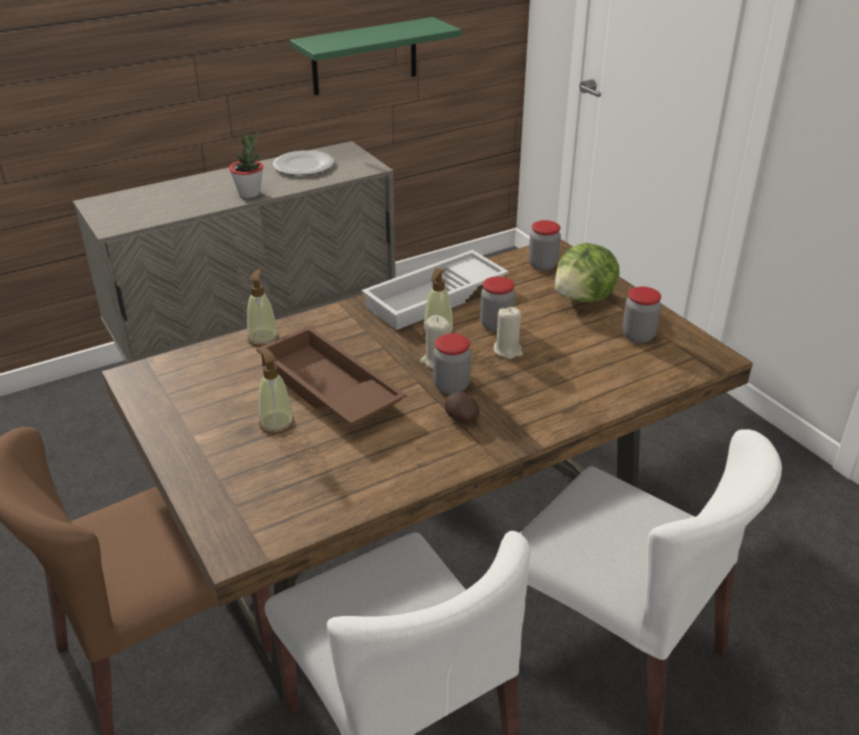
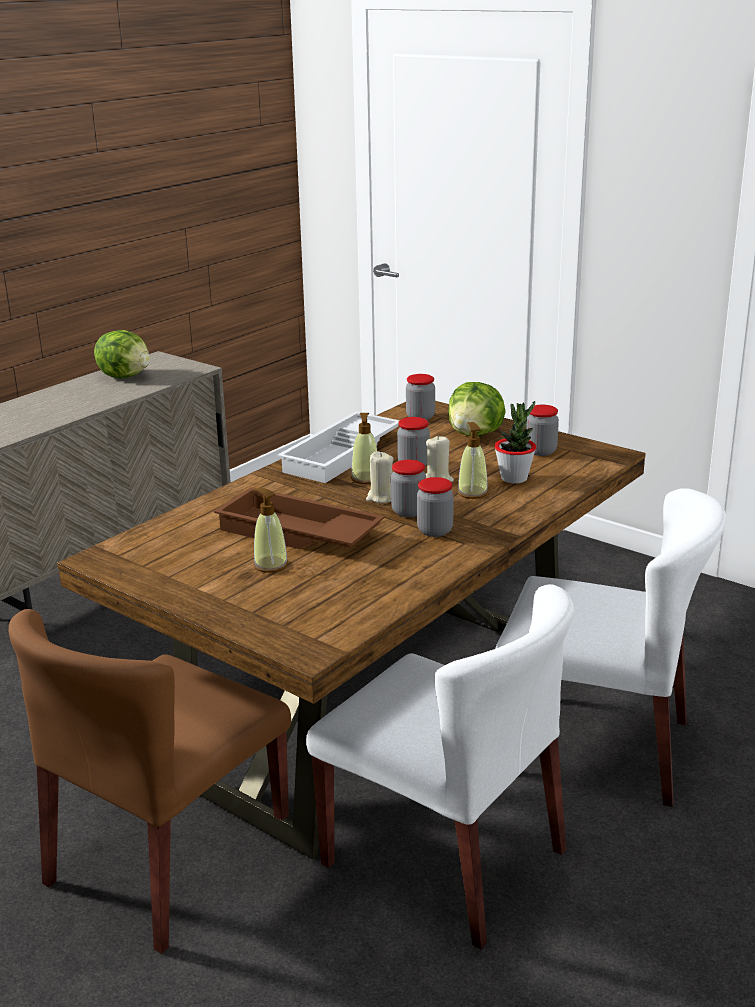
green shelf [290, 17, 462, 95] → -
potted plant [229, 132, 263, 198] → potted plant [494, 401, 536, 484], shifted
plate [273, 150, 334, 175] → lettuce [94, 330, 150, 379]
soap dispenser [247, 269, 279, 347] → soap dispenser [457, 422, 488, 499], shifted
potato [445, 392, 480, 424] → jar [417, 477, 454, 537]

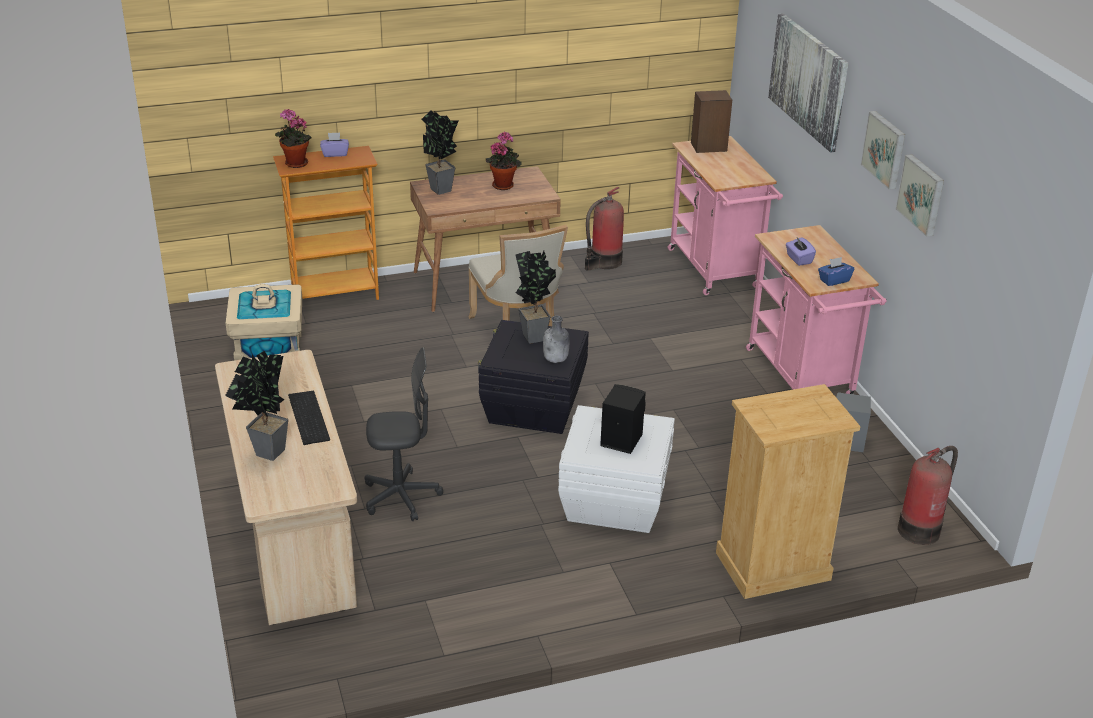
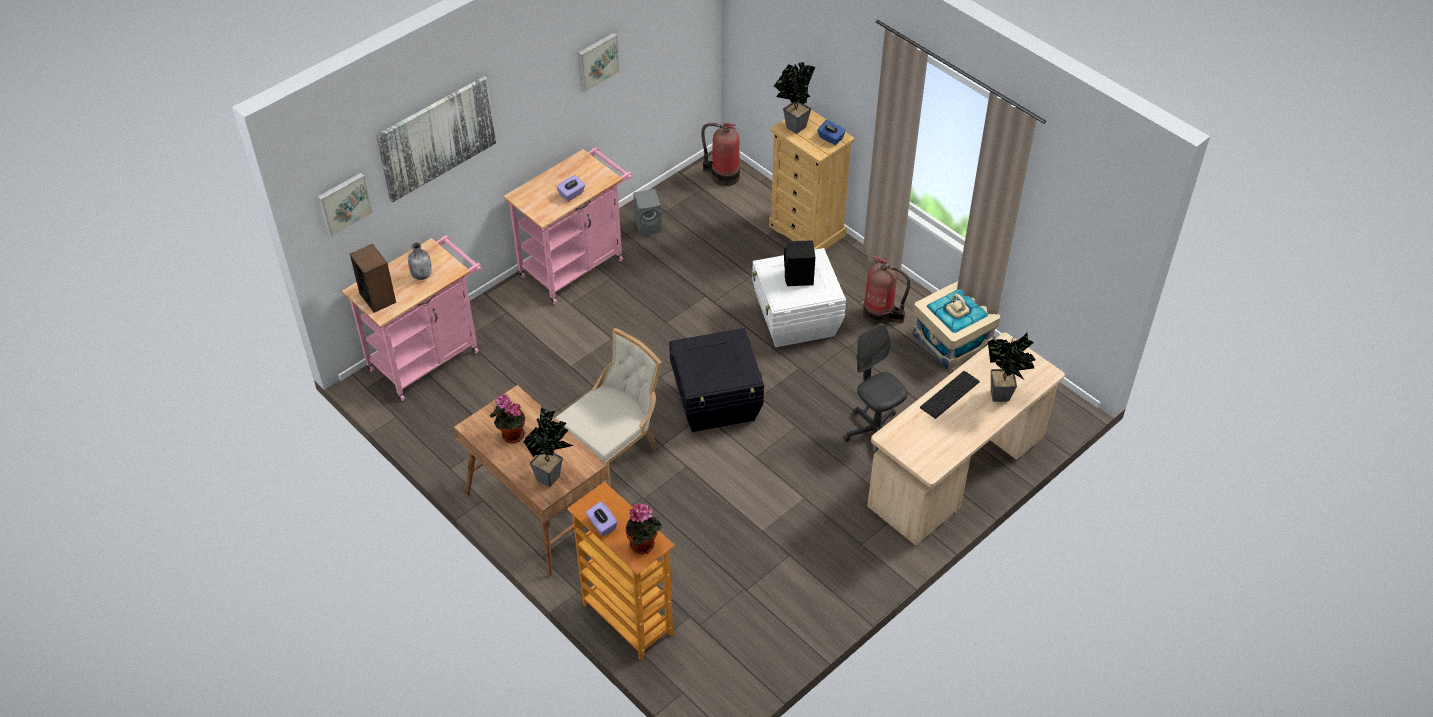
picture [861, 111, 905, 190] → picture [318, 173, 373, 237], shifted
fire extinguisher [585, 187, 624, 271] → fire extinguisher [863, 256, 911, 325], shifted
potted plant [515, 251, 556, 344] → potted plant [774, 62, 815, 134], shifted
blue tissue box [818, 257, 854, 286] → blue tissue box [817, 120, 846, 145], shifted
beige storage box [226, 284, 302, 360] → beige storage box [913, 281, 1000, 370], shifted
grey bottle [543, 316, 569, 363] → grey bottle [408, 242, 432, 280], shifted

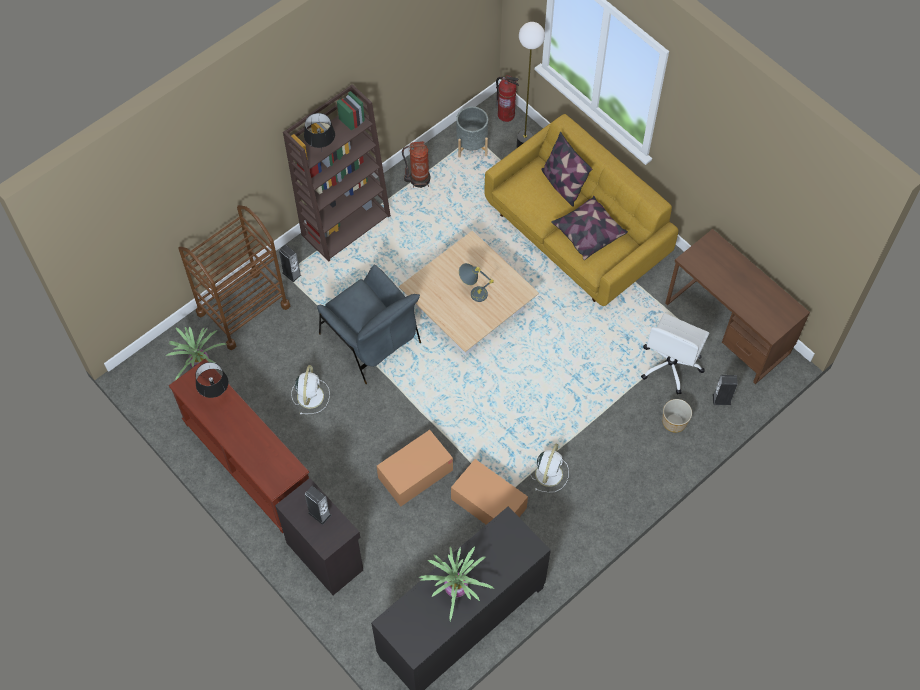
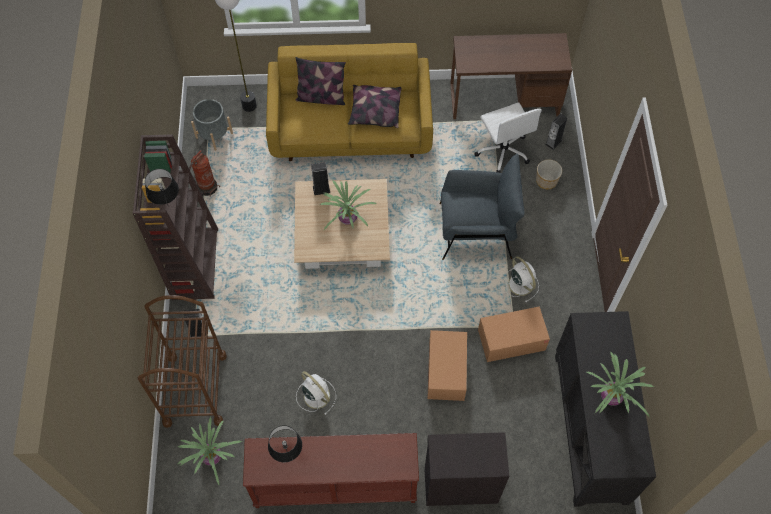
fire extinguisher [496, 75, 519, 122] → -
grey table lamp [459, 263, 494, 302] → potted plant [319, 180, 377, 230]
grey armchair [317, 264, 421, 384] → grey armchair [439, 153, 524, 260], shifted
speaker [305, 486, 331, 525] → speaker [311, 162, 330, 195], shifted

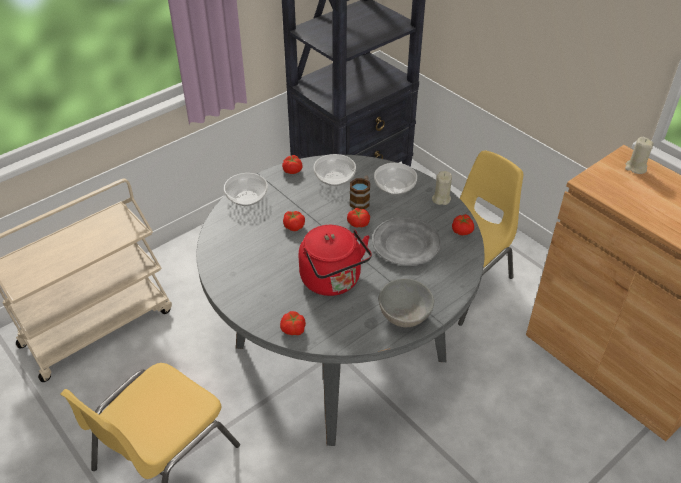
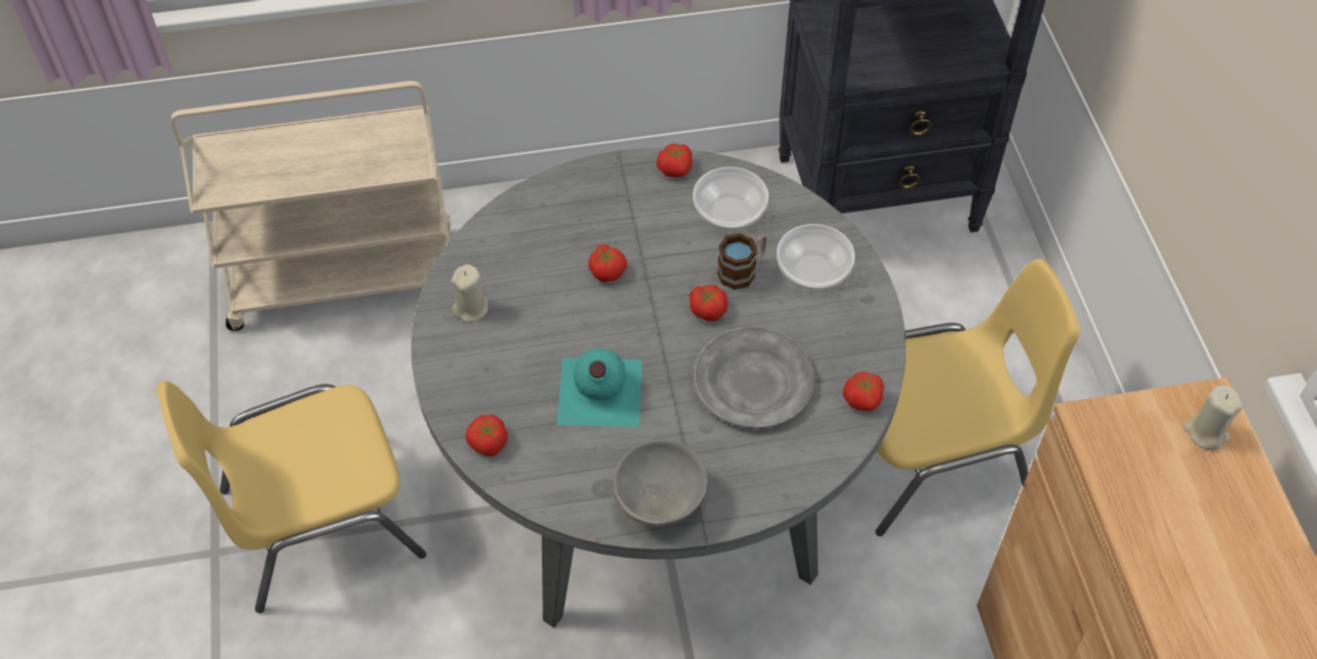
beige candle [432, 171, 452, 205] → beige candle [451, 264, 488, 323], shifted
bowl [224, 173, 268, 206] → -
red kettle [299, 225, 372, 296] → turquoise bottle [557, 348, 642, 427]

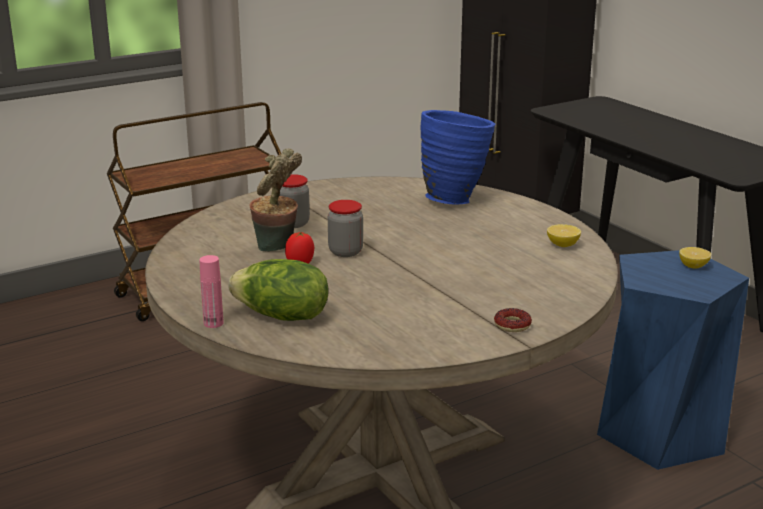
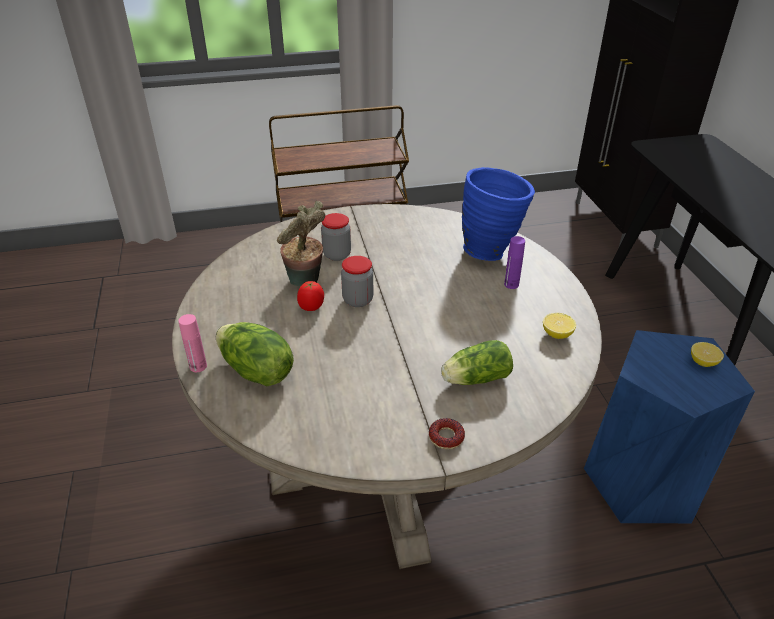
- → purple bottle [504, 236, 525, 289]
- → lettuce [441, 340, 513, 385]

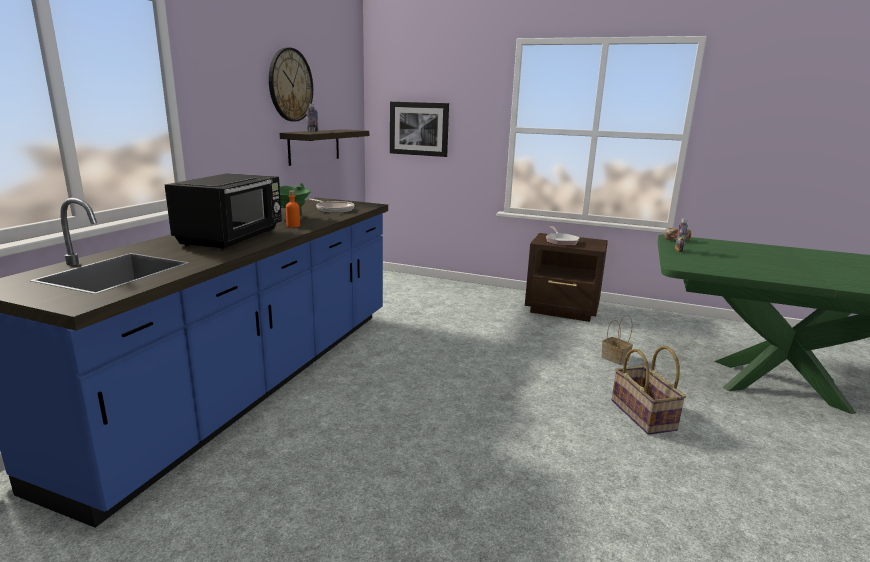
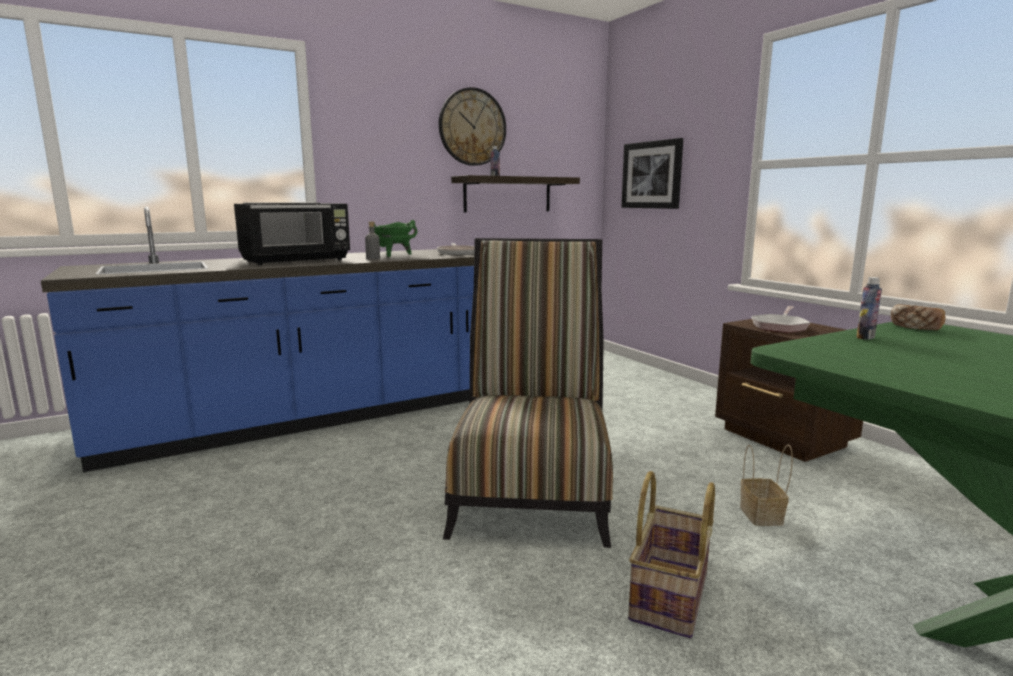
orange bottle [286, 191, 300, 227] → grey bottle [365, 221, 380, 260]
- → chair [443, 238, 613, 548]

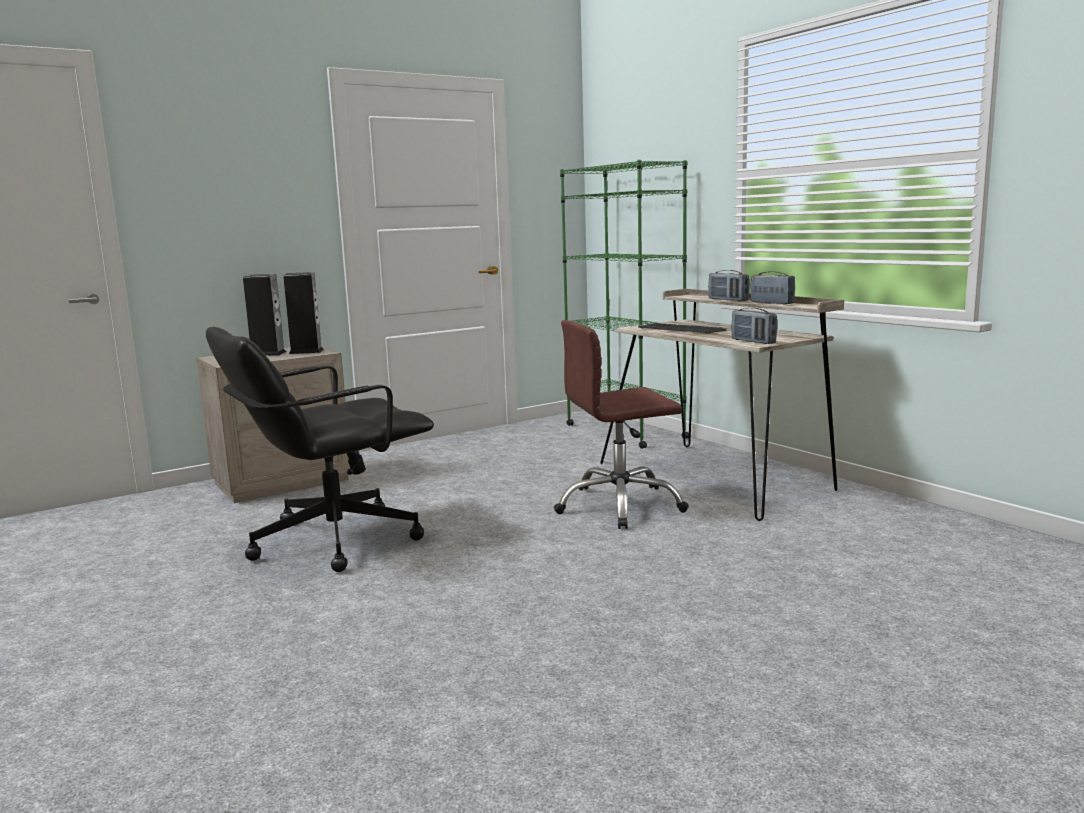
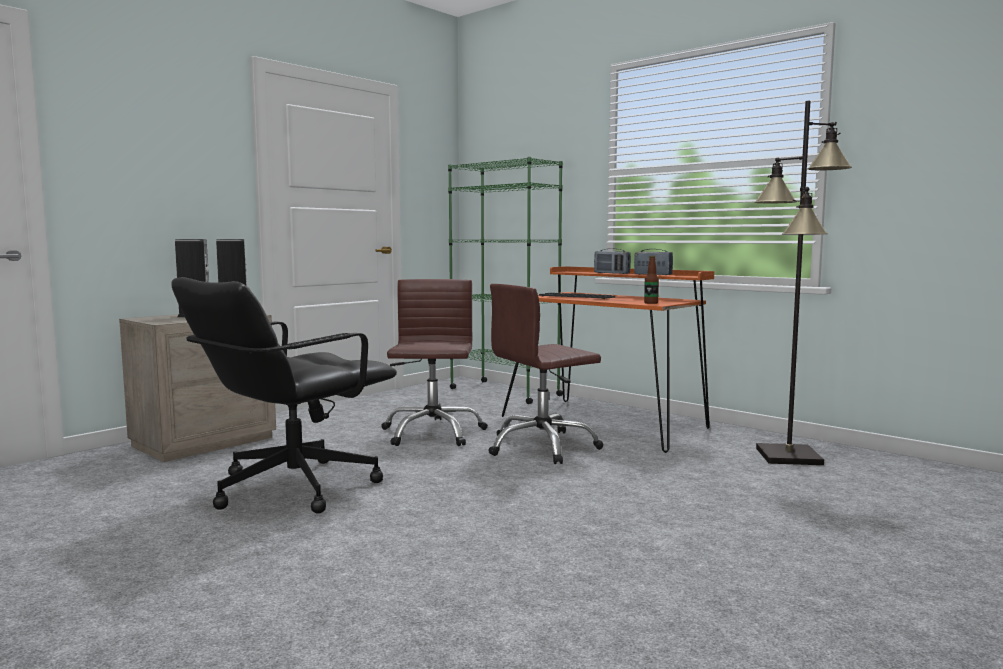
beige desk [600, 289, 844, 521] → orange desk [502, 266, 714, 453]
radio [731, 308, 777, 344] → bottle [644, 256, 659, 304]
- → black floor lamp [754, 100, 852, 465]
- → brown office chair [381, 279, 488, 446]

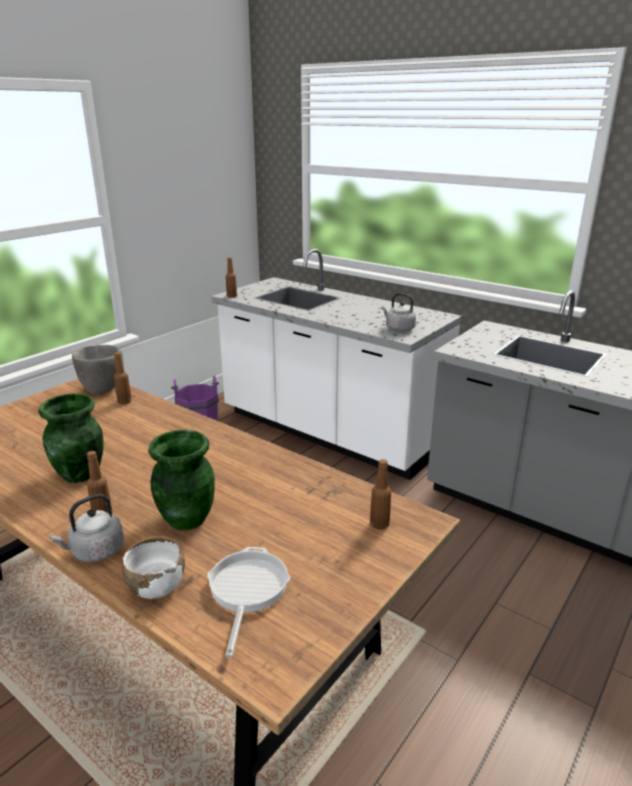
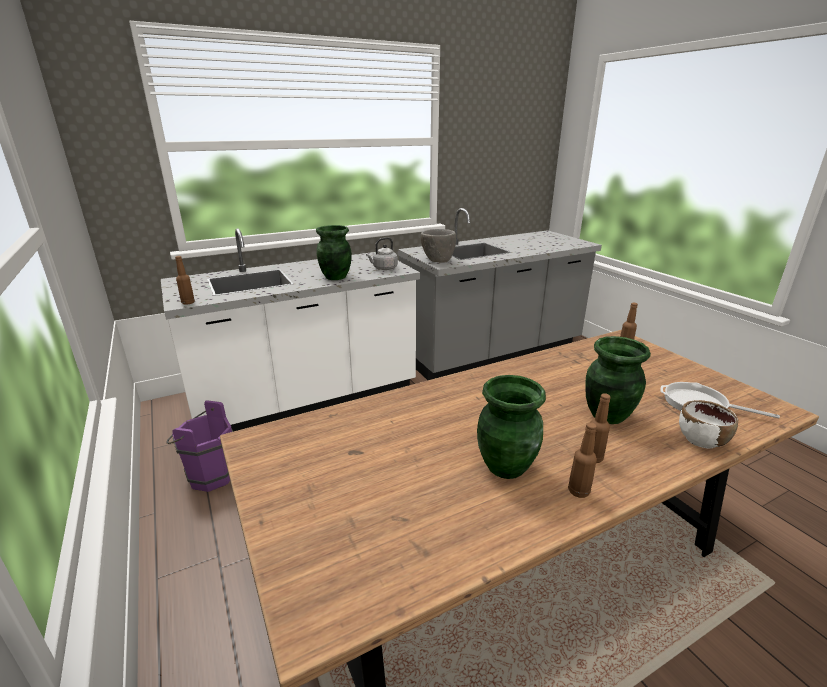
grey bowl [72, 345, 123, 394] → grey bowl [420, 229, 456, 263], shifted
brown bottle [114, 352, 132, 404] → brown bottle [568, 422, 597, 498], shifted
grey kettle [50, 494, 124, 562] → -
- → green vase [316, 225, 352, 280]

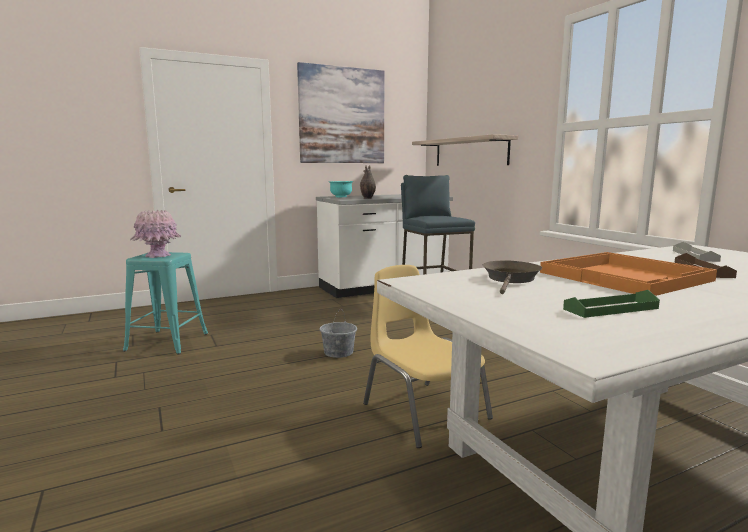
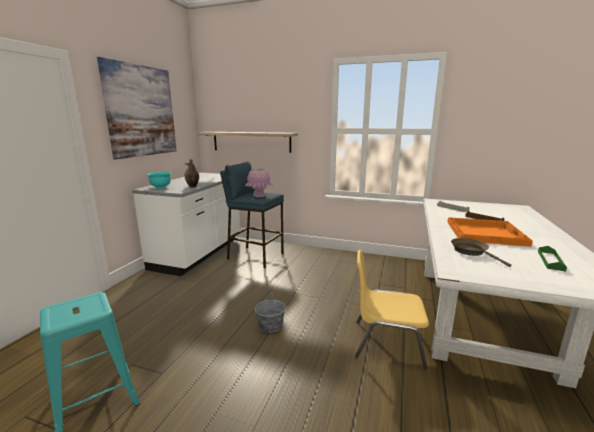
pink vase [130, 210, 182, 258] → pink vase [245, 168, 273, 197], shifted

